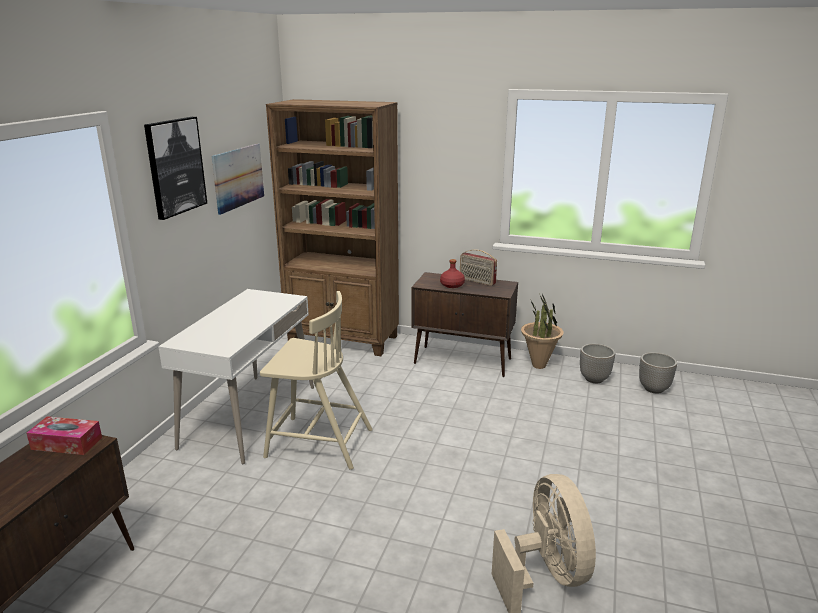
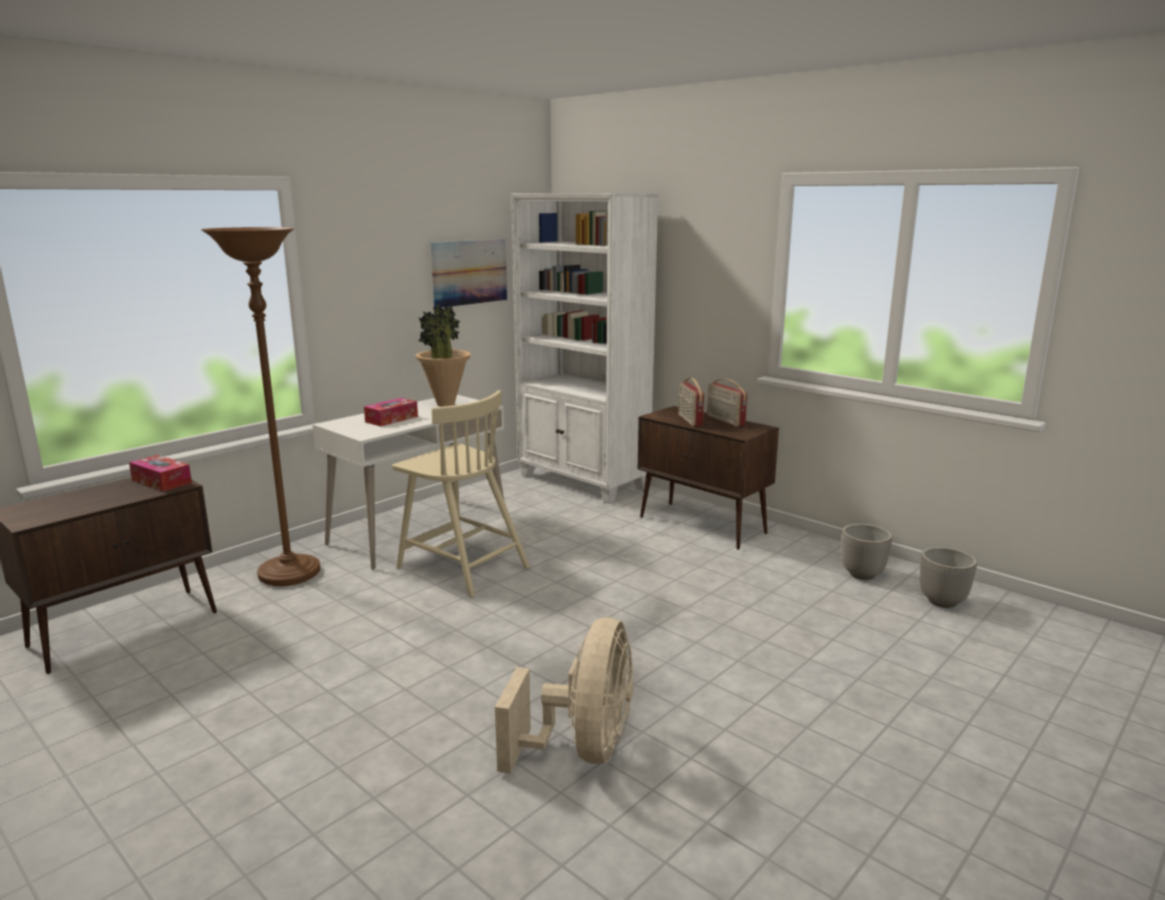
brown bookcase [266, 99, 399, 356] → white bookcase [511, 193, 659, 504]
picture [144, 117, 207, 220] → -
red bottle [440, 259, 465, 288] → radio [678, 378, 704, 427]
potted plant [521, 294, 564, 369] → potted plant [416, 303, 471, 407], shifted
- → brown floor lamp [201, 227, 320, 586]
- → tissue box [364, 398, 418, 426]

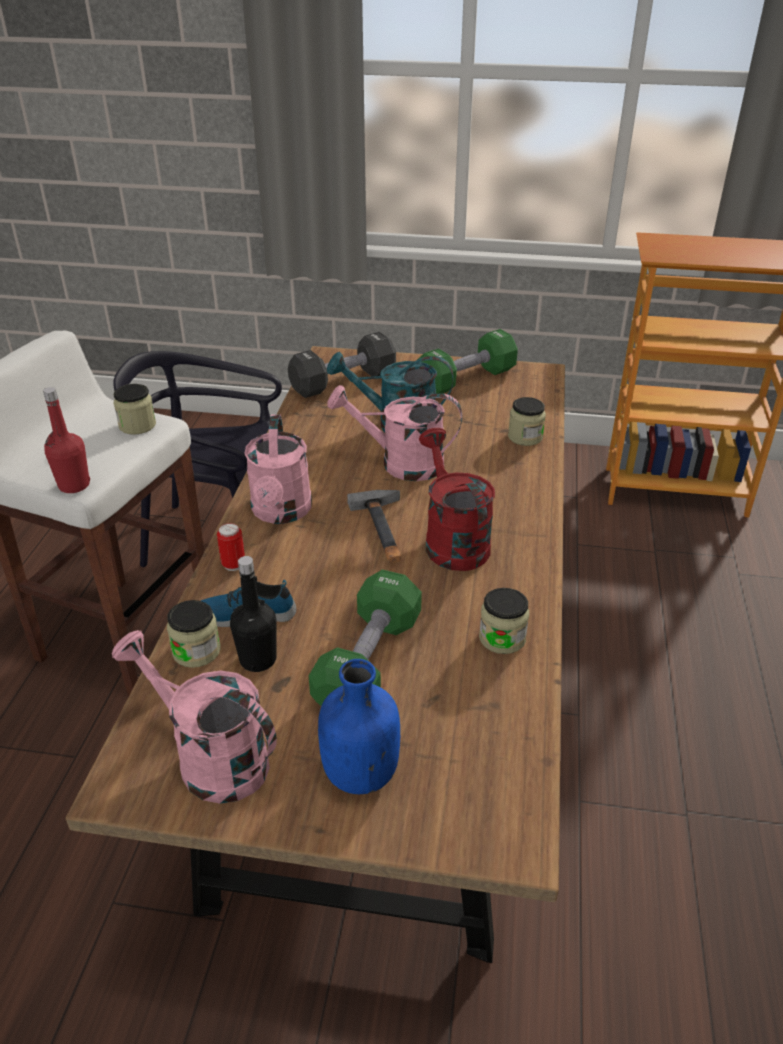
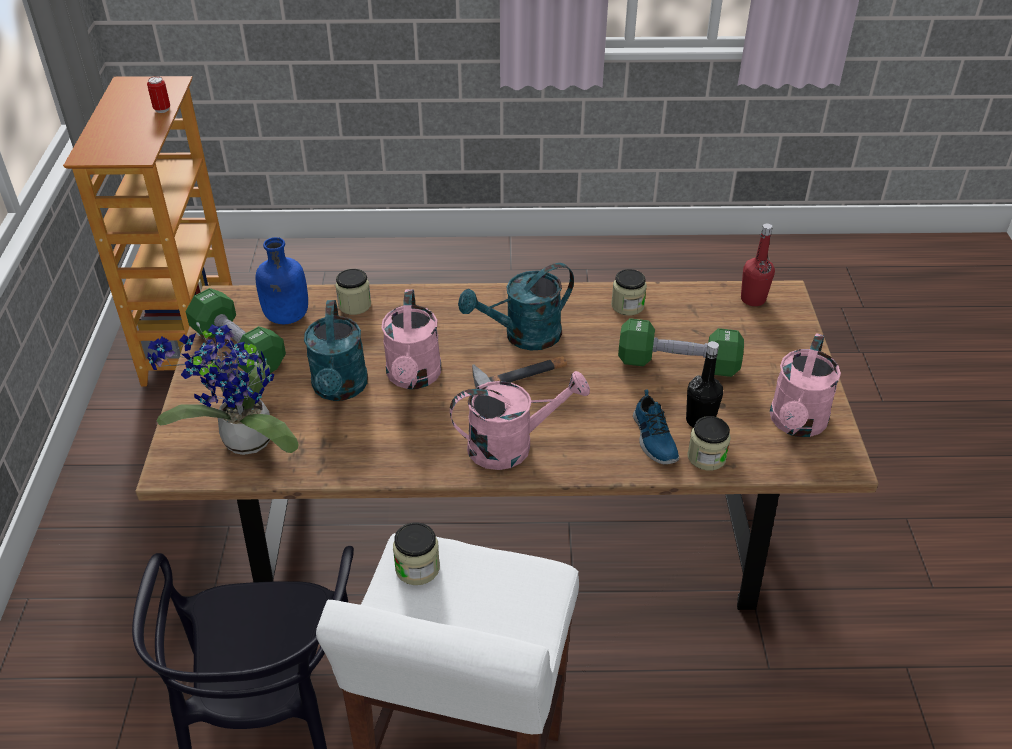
black dumbbell [288, 332, 396, 398] → potted plant [147, 322, 299, 455]
red bottle [43, 387, 90, 493] → red bottle [741, 223, 775, 306], shifted
red watering can [419, 428, 495, 571] → turquoise watering can [458, 263, 574, 350]
can [217, 523, 245, 571] → can [147, 76, 170, 113], shifted
blue bottle [318, 659, 400, 794] → blue bottle [256, 237, 308, 324], shifted

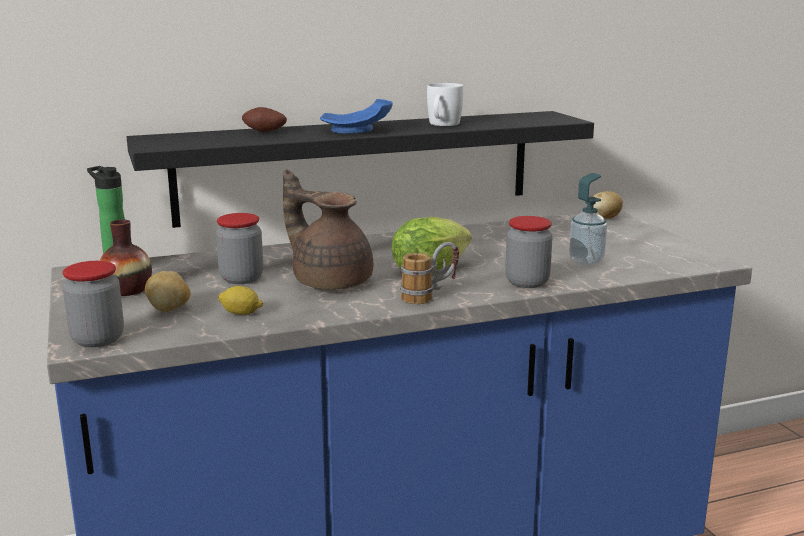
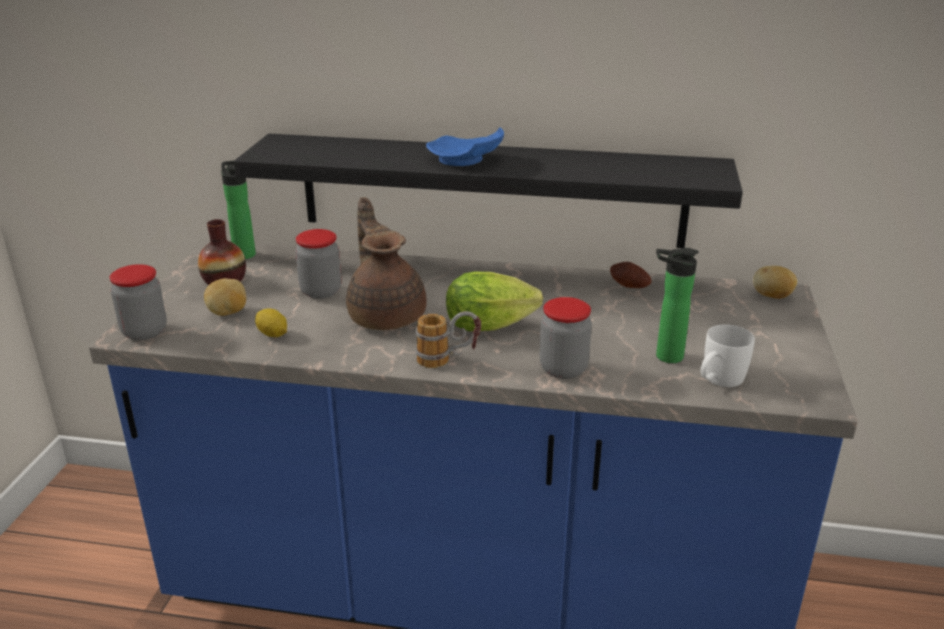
white mug [427, 83, 463, 126] → white mug [701, 324, 755, 387], shifted
potato [242, 107, 287, 132] → potato [610, 262, 652, 288], shifted
soap dispenser [569, 173, 607, 265] → bottle [656, 248, 699, 363]

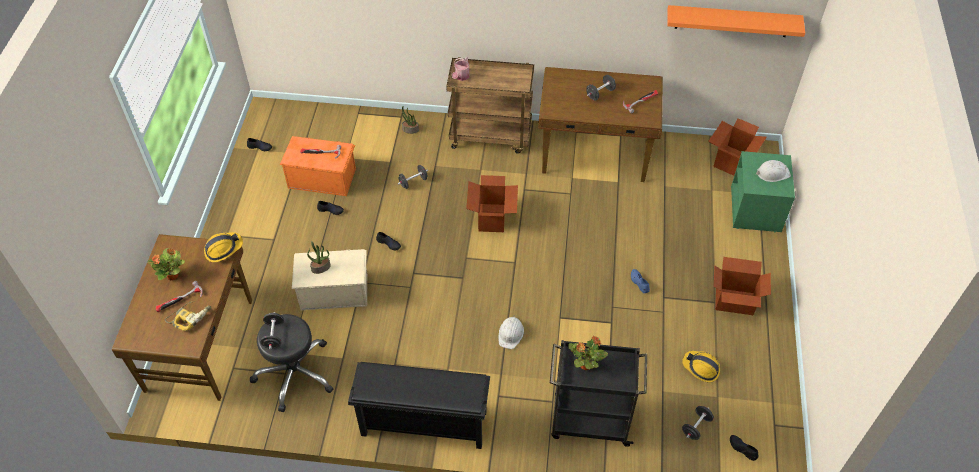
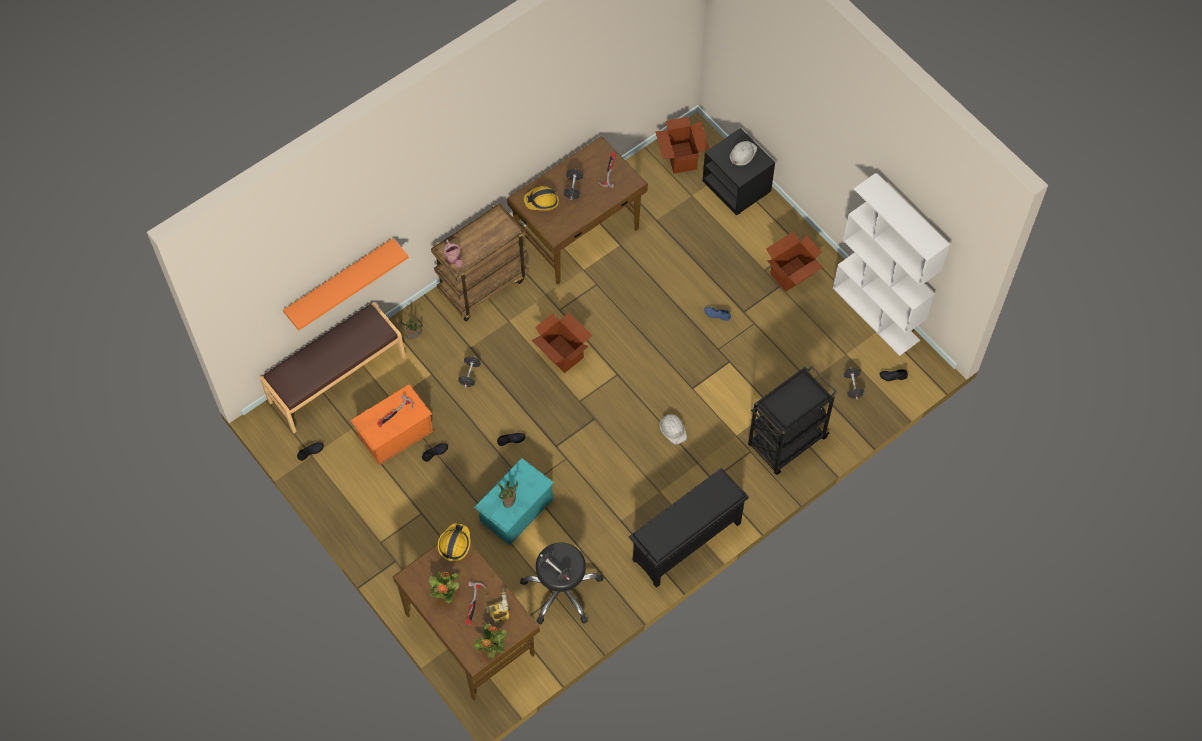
orange shelf [667, 5, 805, 37] → orange shelf [283, 238, 409, 330], shifted
green nightstand [731, 151, 795, 232] → black nightstand [703, 128, 775, 216]
beige storage box [292, 249, 367, 310] → turquoise storage box [474, 458, 554, 545]
potted plant [569, 336, 608, 370] → potted plant [474, 624, 507, 659], shifted
hard hat [682, 351, 720, 382] → hard hat [524, 186, 559, 211], shifted
- → white bookcase [833, 173, 950, 356]
- → brown bench [260, 302, 406, 433]

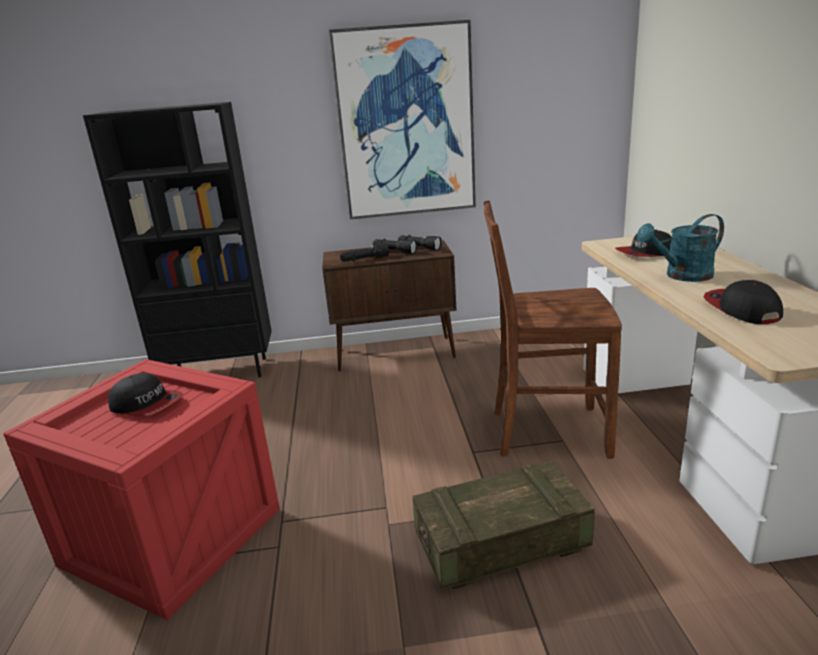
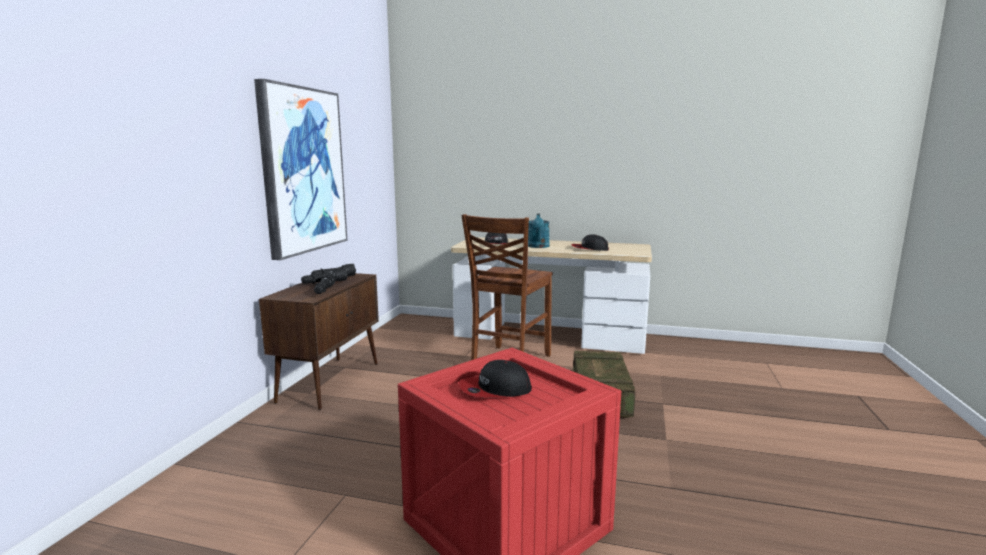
black bookcase [83, 102, 272, 378] → -
cap [108, 373, 183, 416] → cap [459, 360, 532, 398], 150 degrees counterclockwise

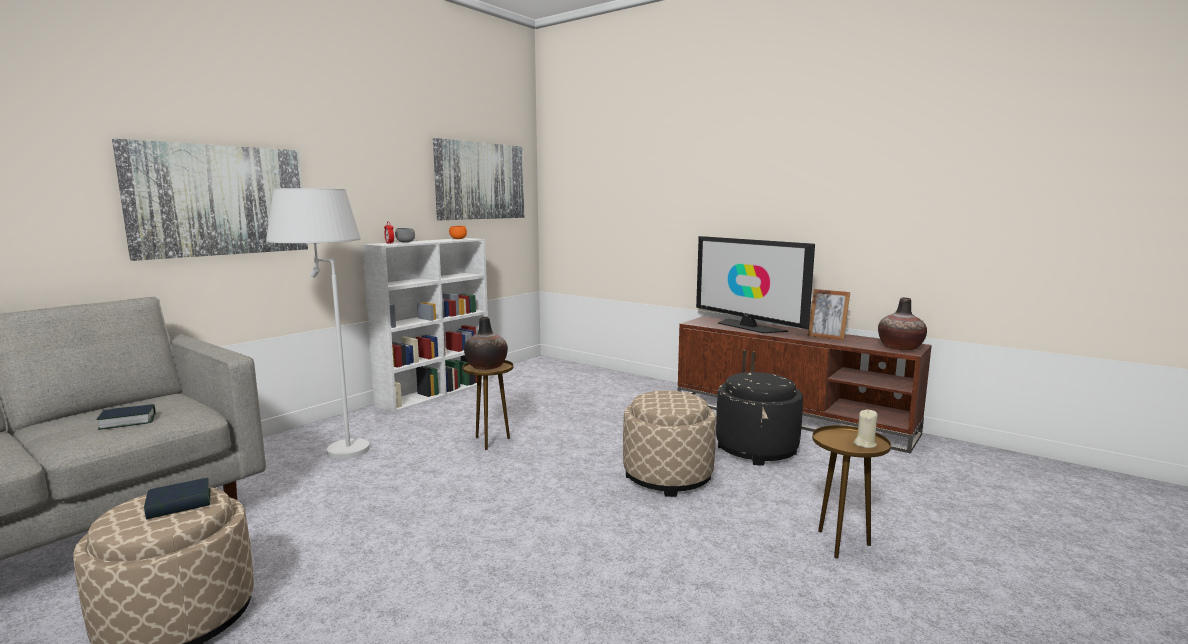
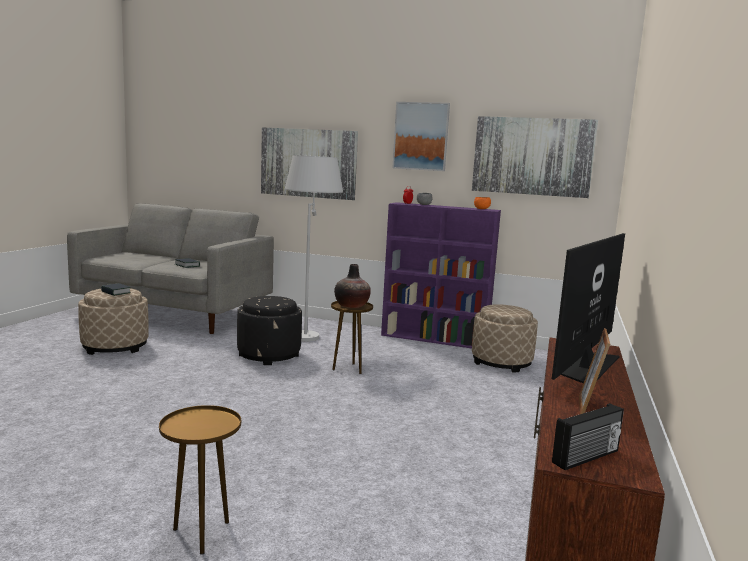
white bookcase [362, 238, 490, 412] → purple bookcase [381, 202, 501, 348]
vase [878, 297, 927, 350] → radio [552, 403, 624, 470]
black ottoman [716, 372, 803, 466] → black ottoman [237, 296, 302, 365], shifted
beige ottoman [623, 390, 716, 497] → beige ottoman [472, 304, 538, 372], shifted
beige candle [854, 409, 878, 448] → -
- → picture [392, 102, 450, 171]

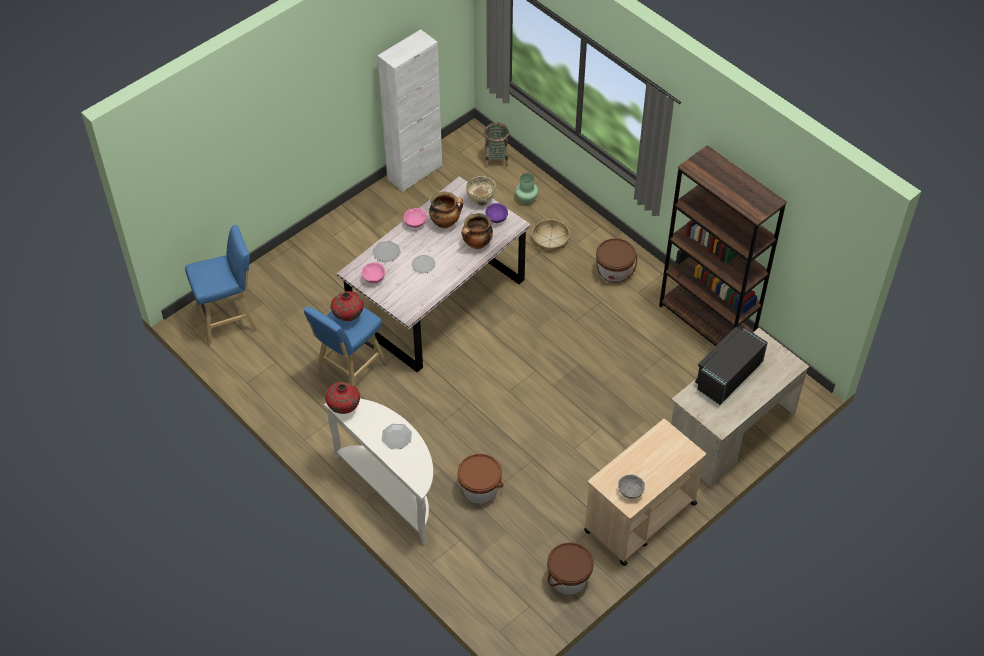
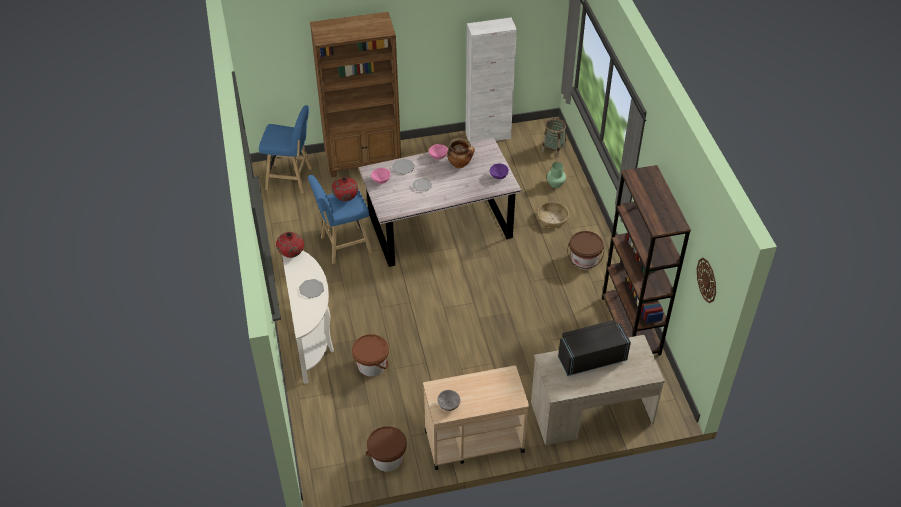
beige bowl [466, 176, 495, 206] → -
cooking pot [461, 213, 493, 249] → -
- → brown bookcase [310, 12, 401, 177]
- → wall clock [697, 258, 716, 303]

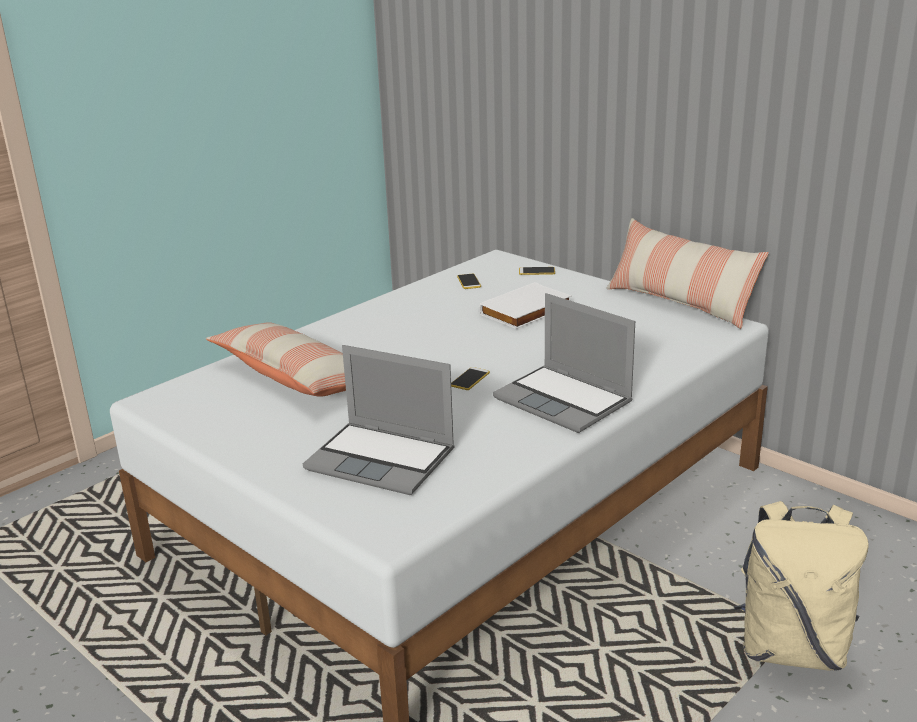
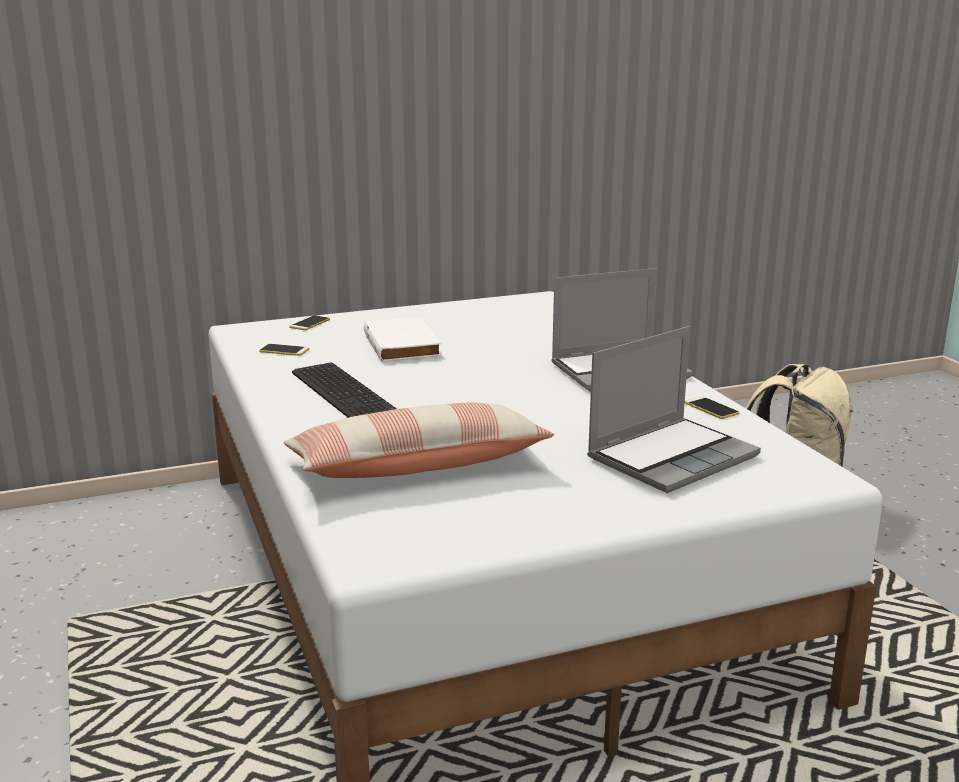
pillow [606, 218, 769, 329] → -
phone [451, 367, 490, 390] → phone [685, 396, 739, 419], shifted
- → keyboard [292, 363, 397, 418]

